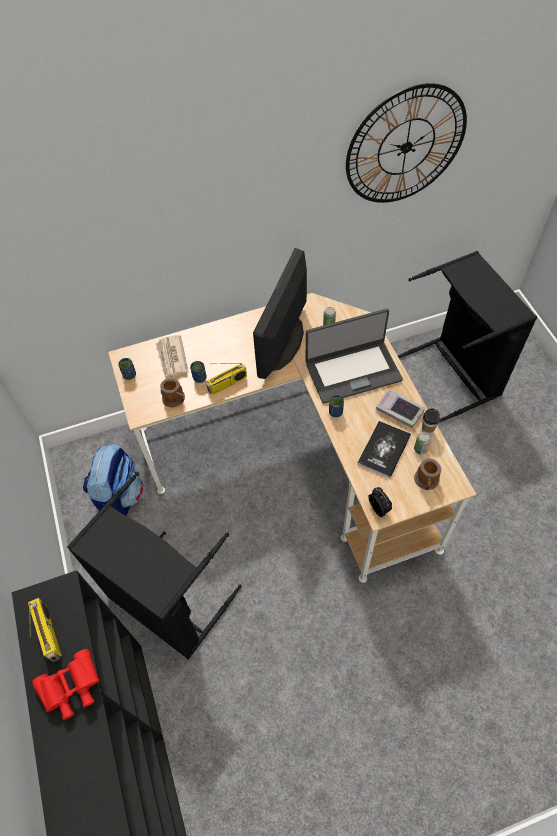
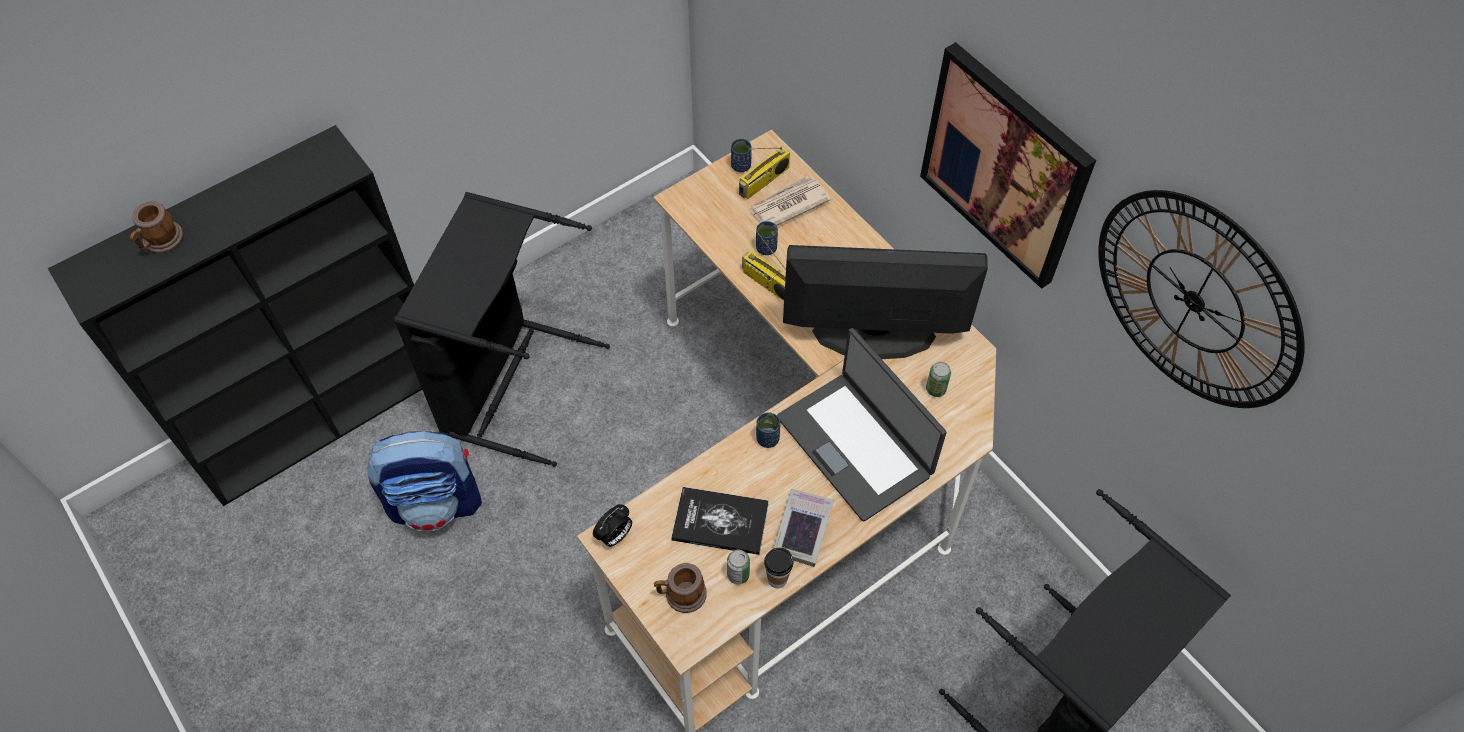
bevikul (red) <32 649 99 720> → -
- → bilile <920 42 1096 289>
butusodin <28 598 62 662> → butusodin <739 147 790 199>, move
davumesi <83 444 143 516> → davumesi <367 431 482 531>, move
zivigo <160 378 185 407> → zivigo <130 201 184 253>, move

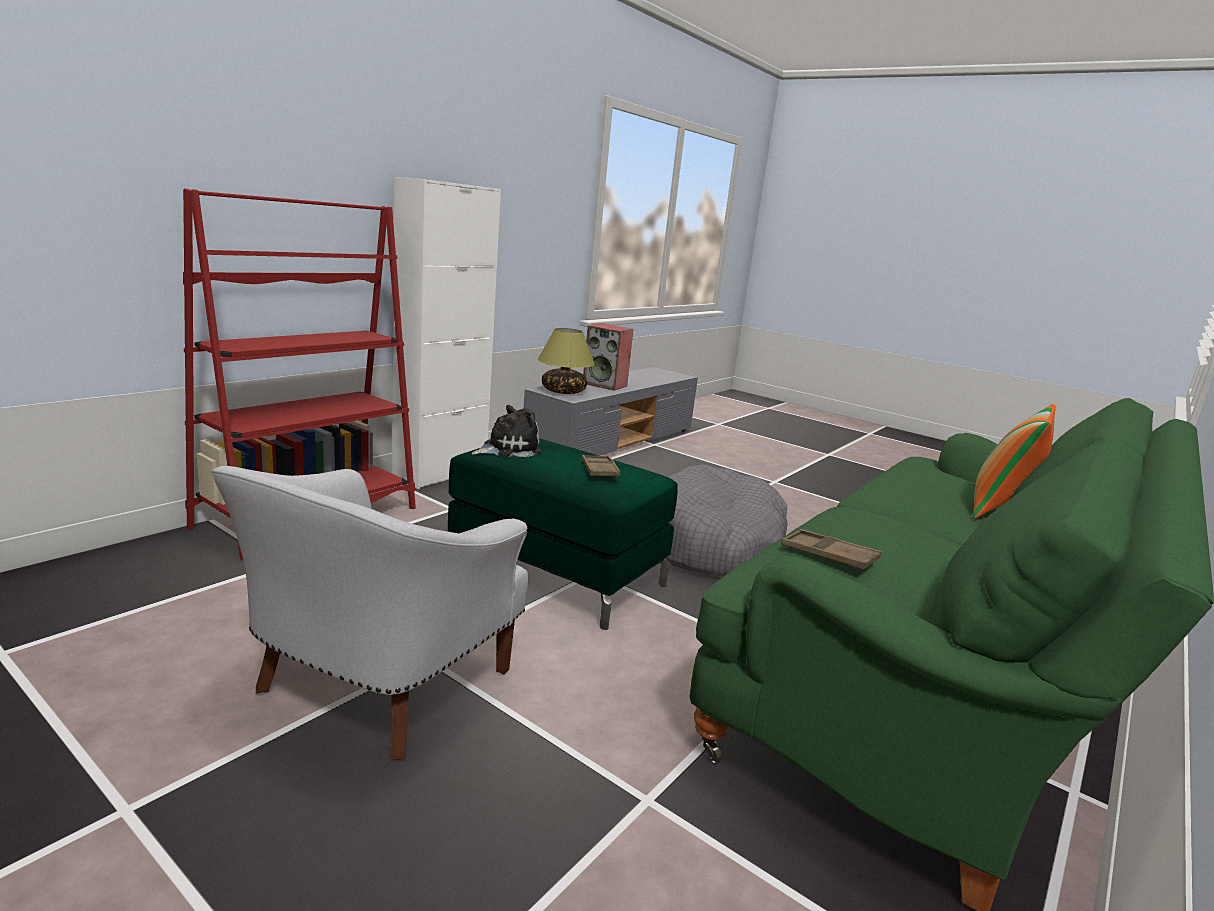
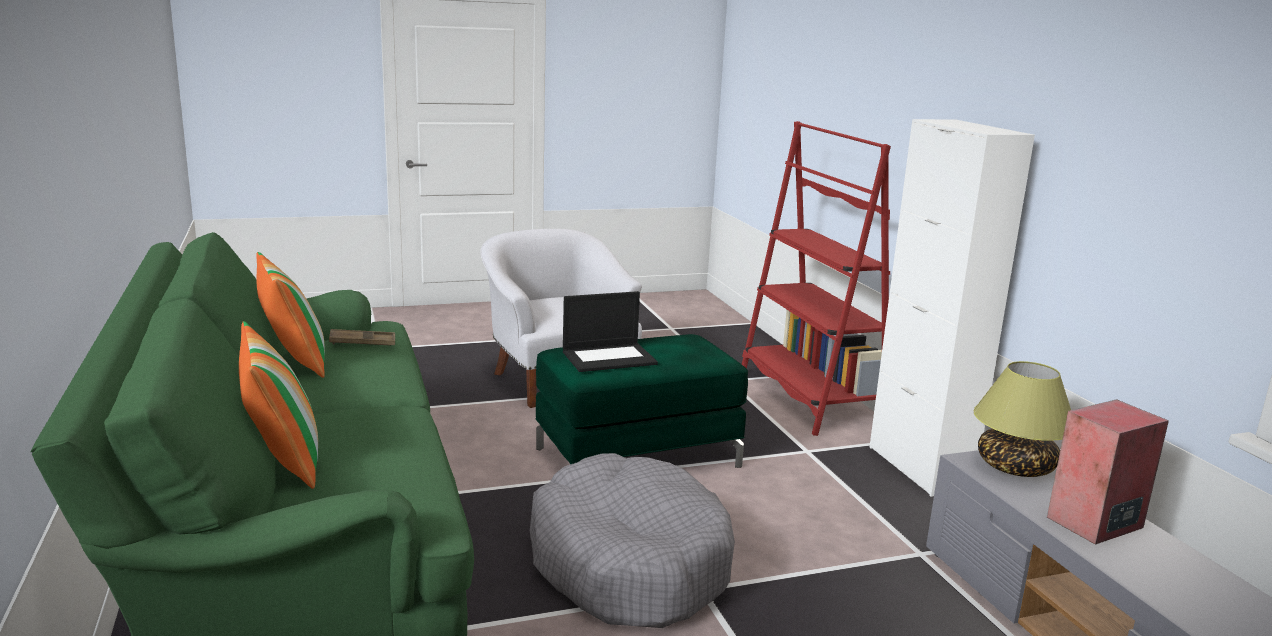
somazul <471 405 542 457> → -
- → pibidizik <256 252 325 378>
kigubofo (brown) <582 455 620 479> → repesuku <563 291 658 372>

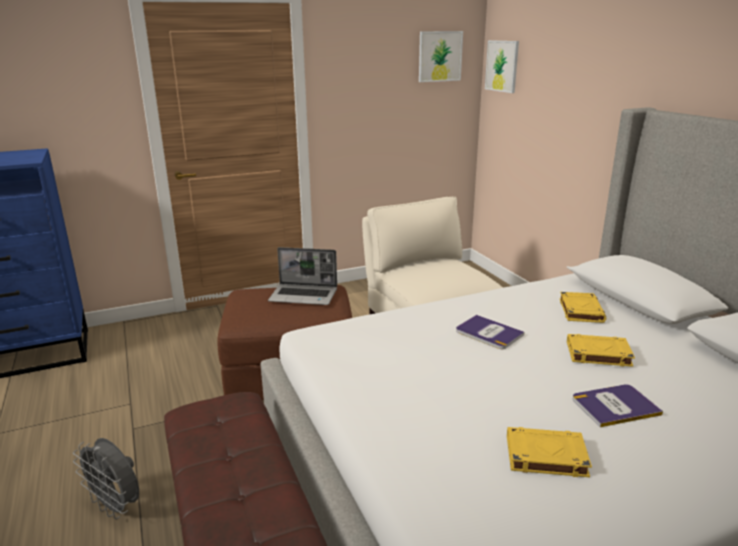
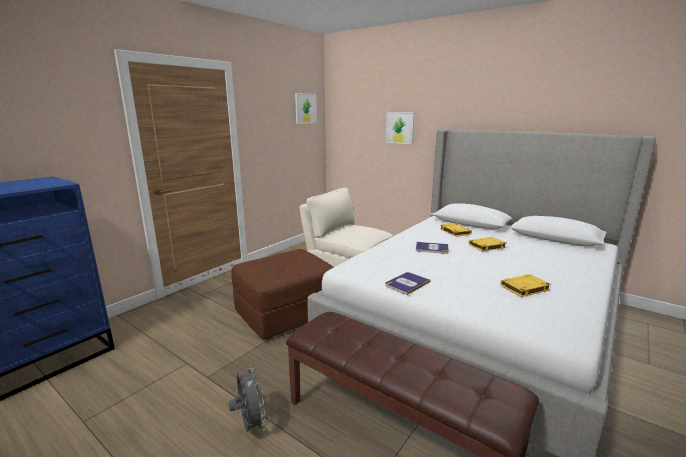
repesuku <268 247 337 305> → -
bilile <485 40 519 93> → bilile <385 112 415 144>, move
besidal <573 385 663 427> → besidal <385 272 430 295>, move
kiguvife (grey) <73 438 139 519> → kiguvife (grey) <228 365 266 433>, 120 degrees counterclockwise

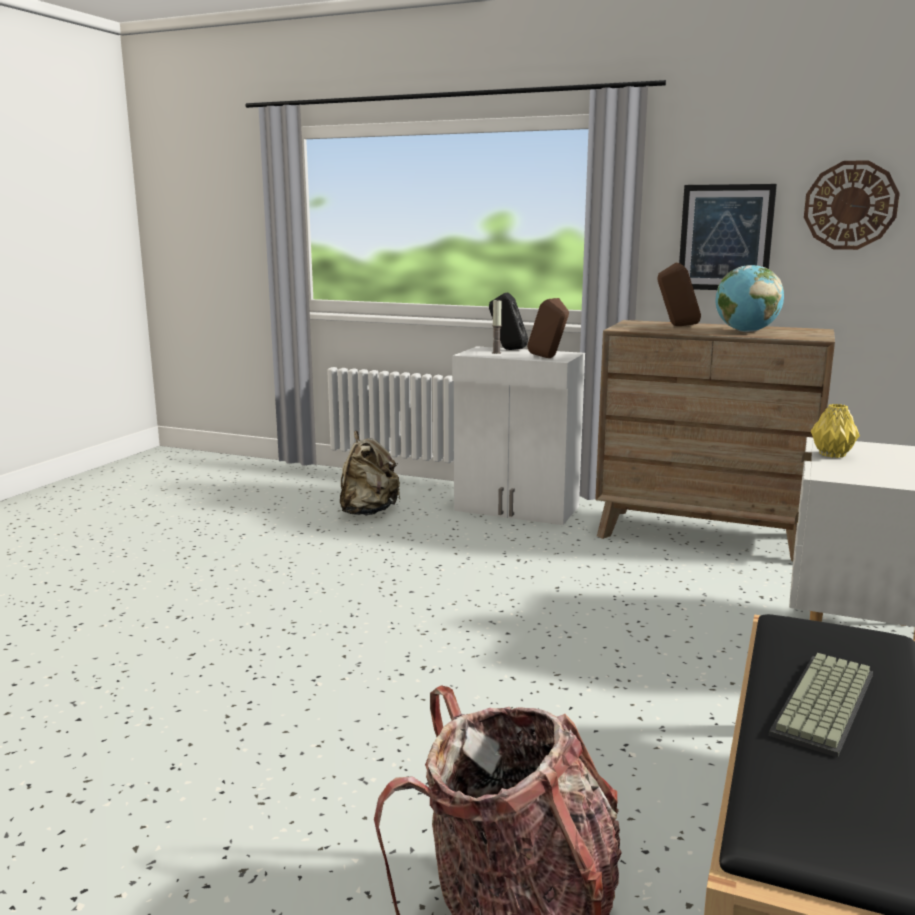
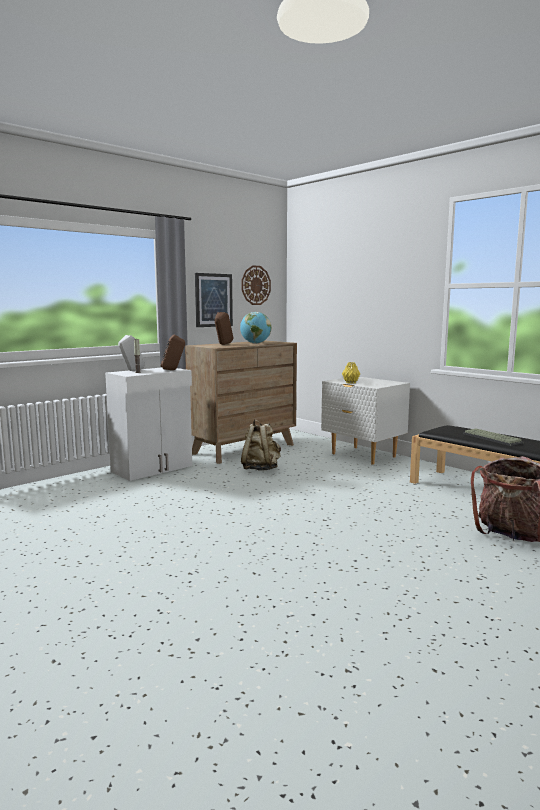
davumesi (beige) <340 431 400 516> → davumesi (beige) <241 420 281 471>, move
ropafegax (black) <489 293 528 350> → ropafegax (white) <118 335 145 371>

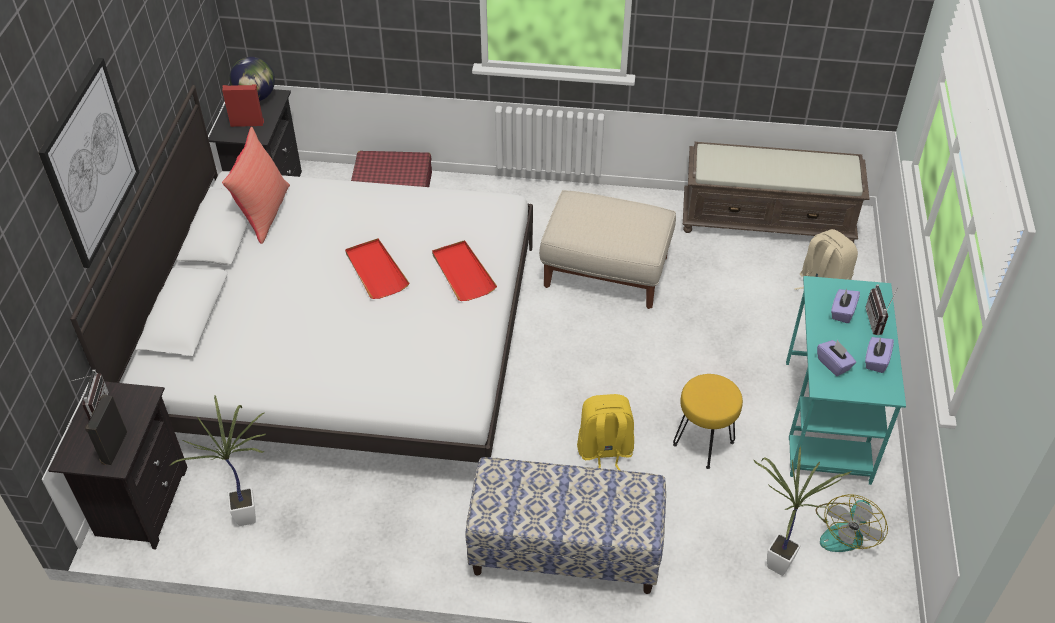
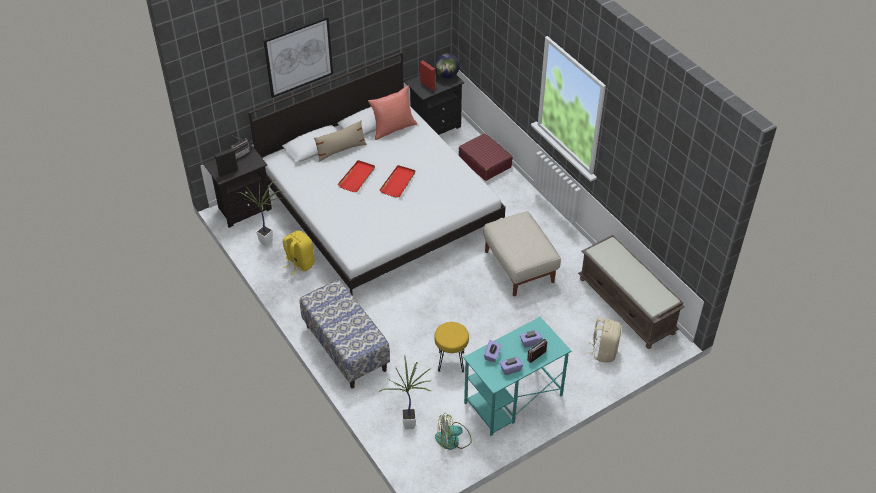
- → pibidizik (beige) <314 120 367 162>
kigubofo (red) <432 240 497 301> → kigubofo (red) <338 160 375 192>, move
davumesi (yellow) <577 394 634 470> → davumesi (yellow) <283 230 315 275>, move

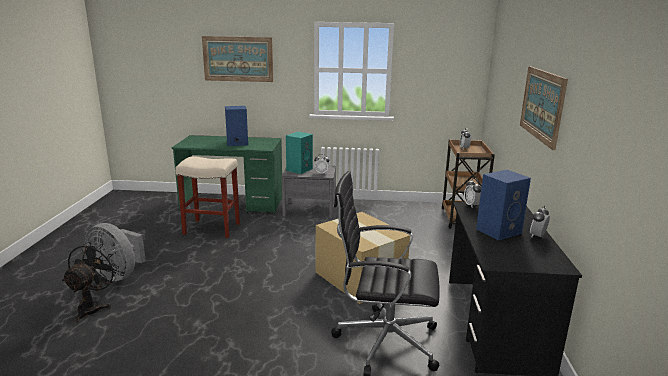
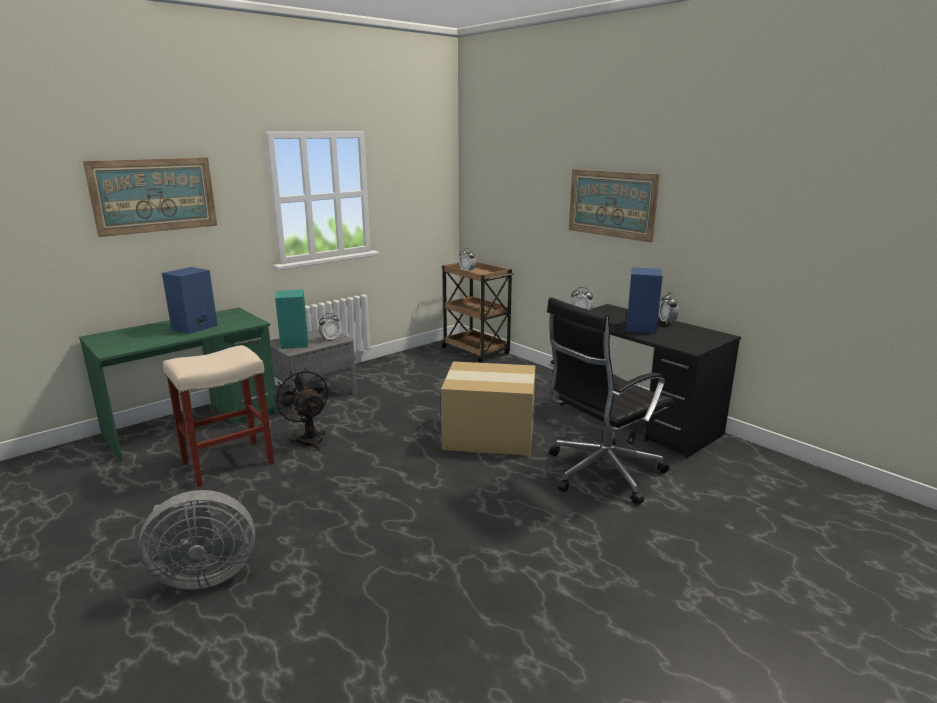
kiguvife (black) <62 242 119 322> → kiguvife (black) <273 369 328 451>, move

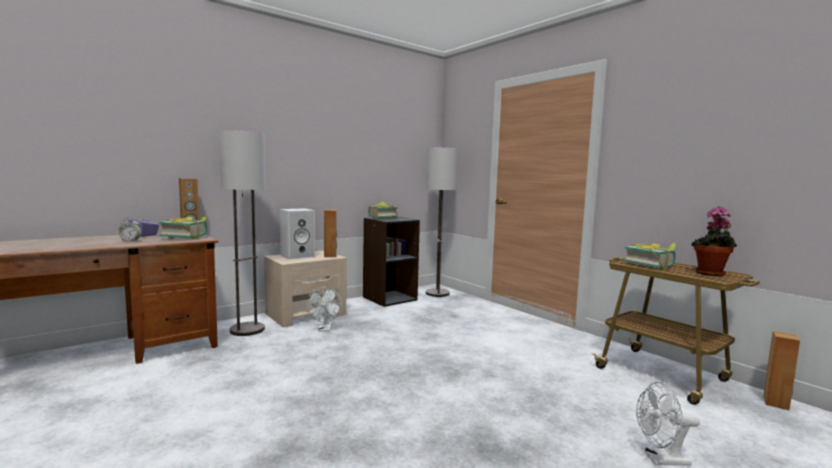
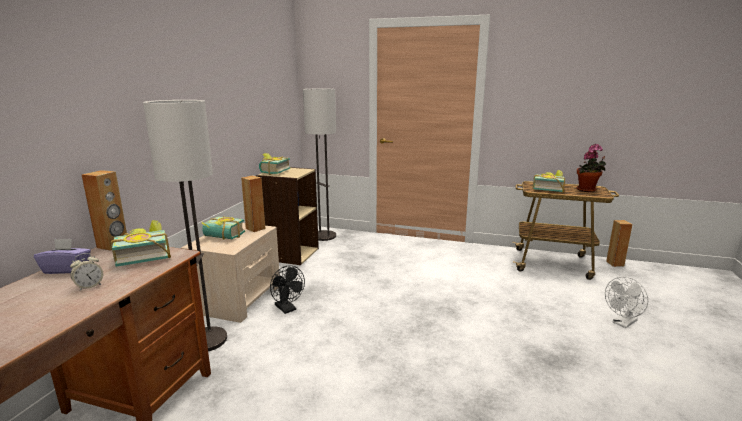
ropafegax (white) <280 209 315 260> → besidal <201 216 245 239>
kiguvife (white) <306 287 342 332> → kiguvife (black) <270 266 305 314>
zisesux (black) <363 217 420 307> → zisesux (beige) <256 167 319 265>

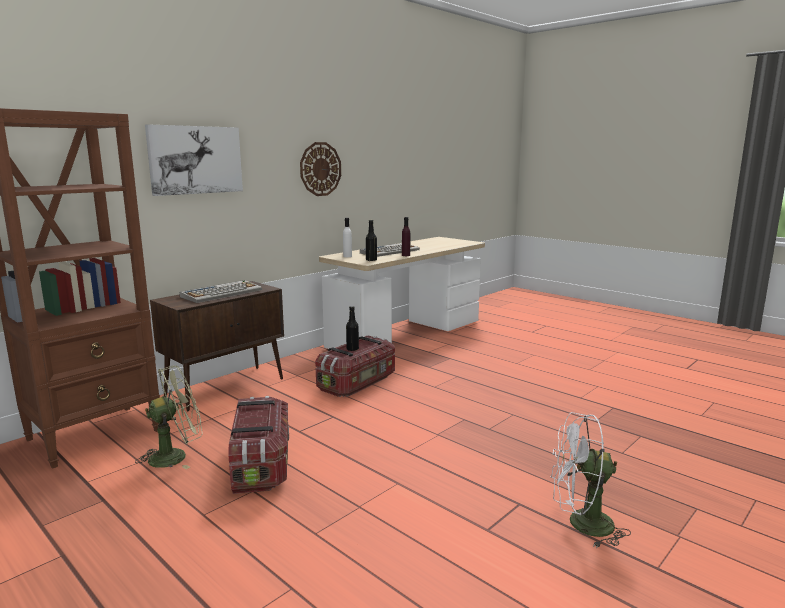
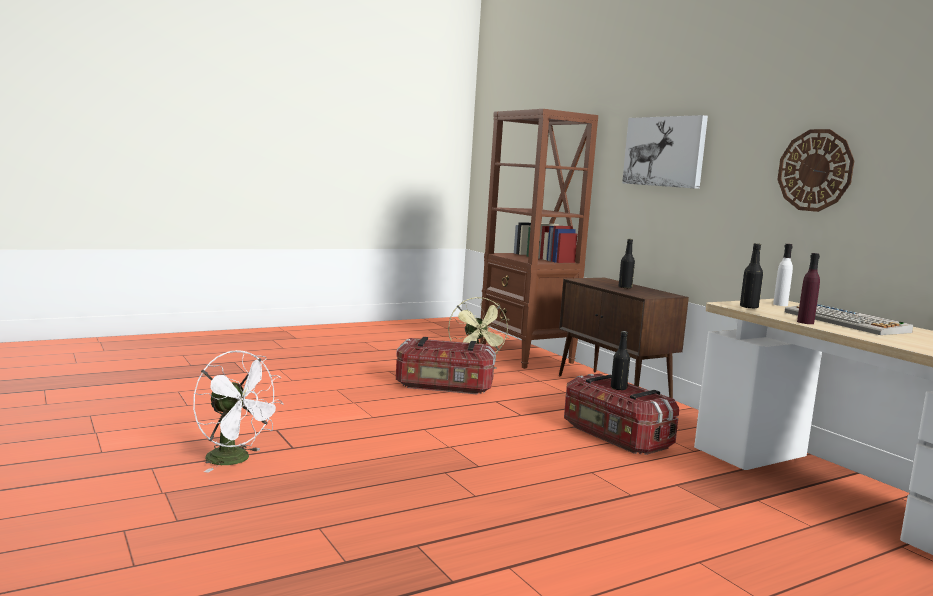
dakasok <180 280 262 303> → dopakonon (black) <619 239 635 289>
kiguvife (white) <551 412 631 548> → kiguvife (white) <193 350 284 473>, 105 degrees clockwise

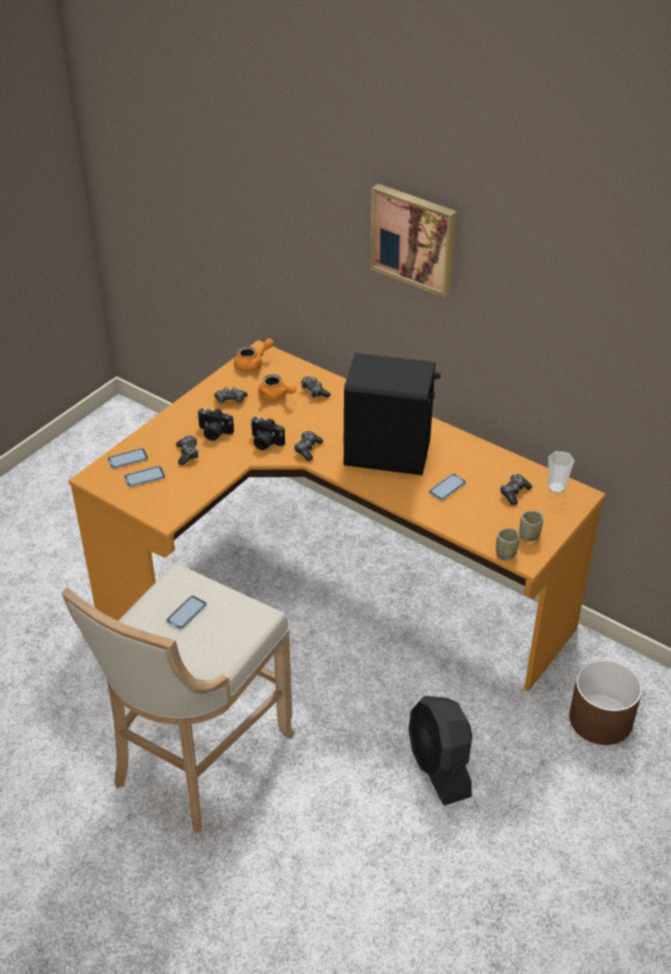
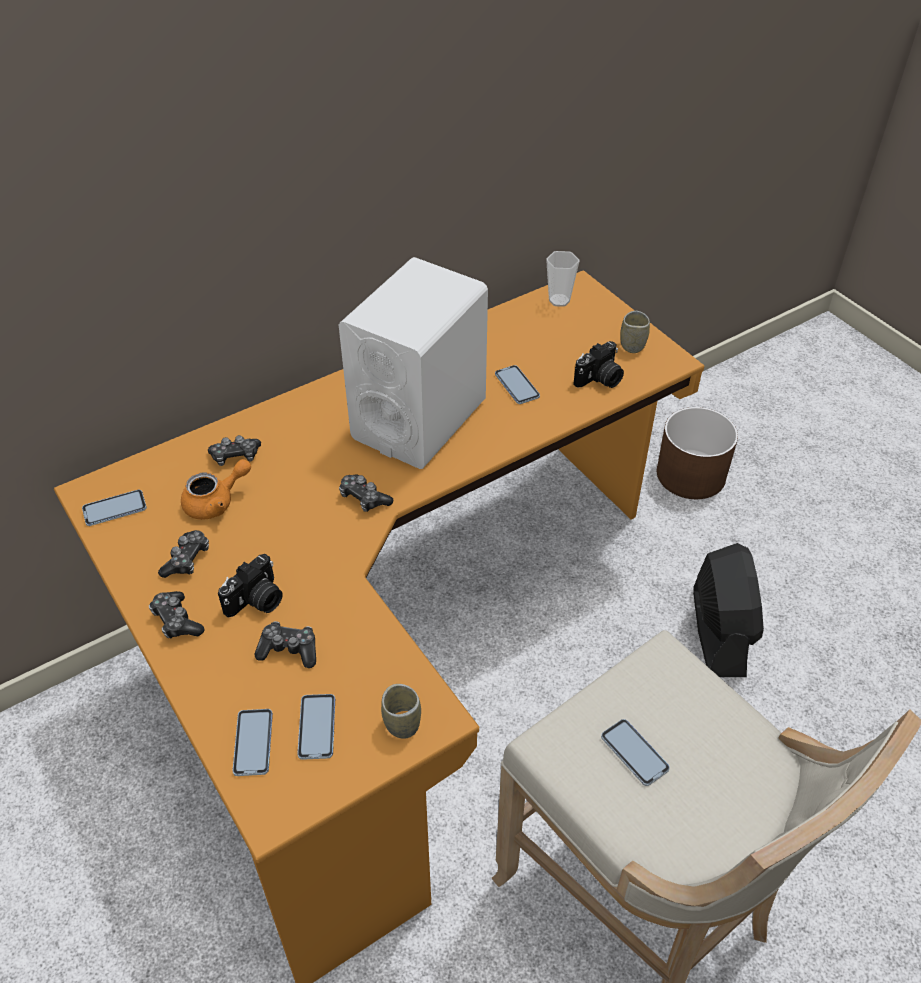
bilile <370 184 457 298> → -
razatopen <250 417 285 450> → razatopen <573 341 624 388>, move
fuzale <496 528 519 560> → fuzale <381 684 421 739>, move
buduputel <500 474 532 505> → buduputel <149 591 204 638>, move
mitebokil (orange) <234 338 274 372> → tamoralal <82 490 147 526>
ropafegax (black) <343 353 441 475> → ropafegax (white) <339 257 488 469>
kiguvife (black) <409 696 472 806> → kiguvife (black) <693 543 764 677>, 90 degrees counterclockwise

